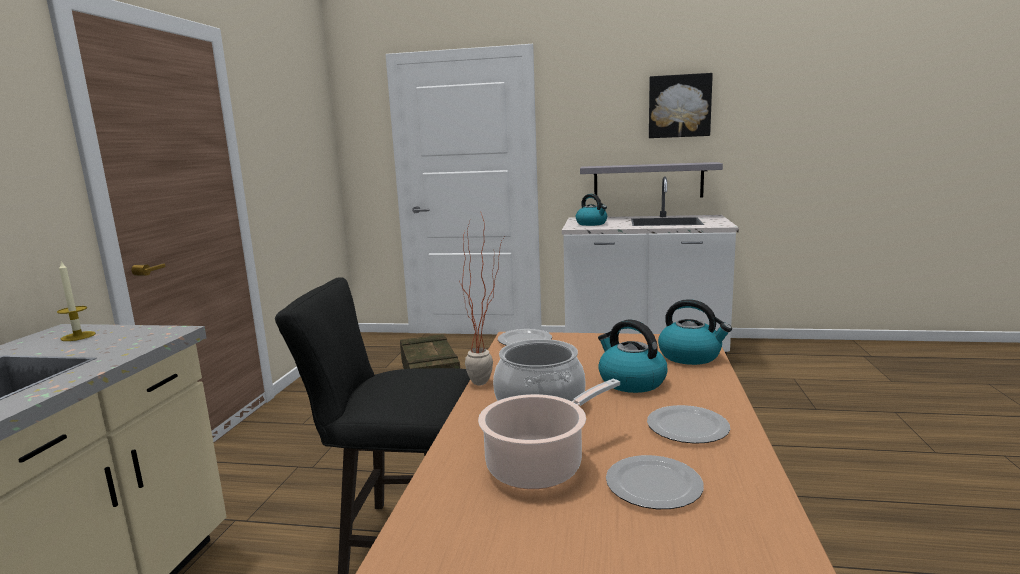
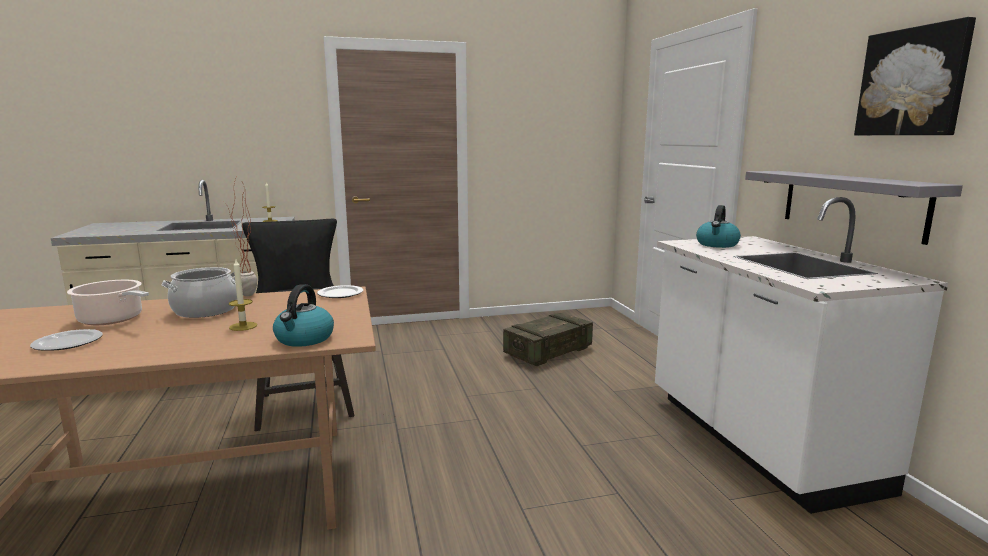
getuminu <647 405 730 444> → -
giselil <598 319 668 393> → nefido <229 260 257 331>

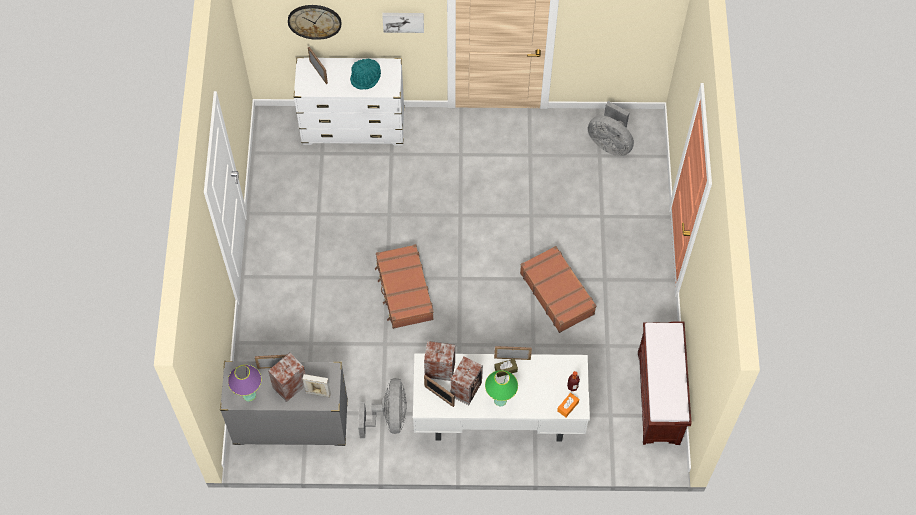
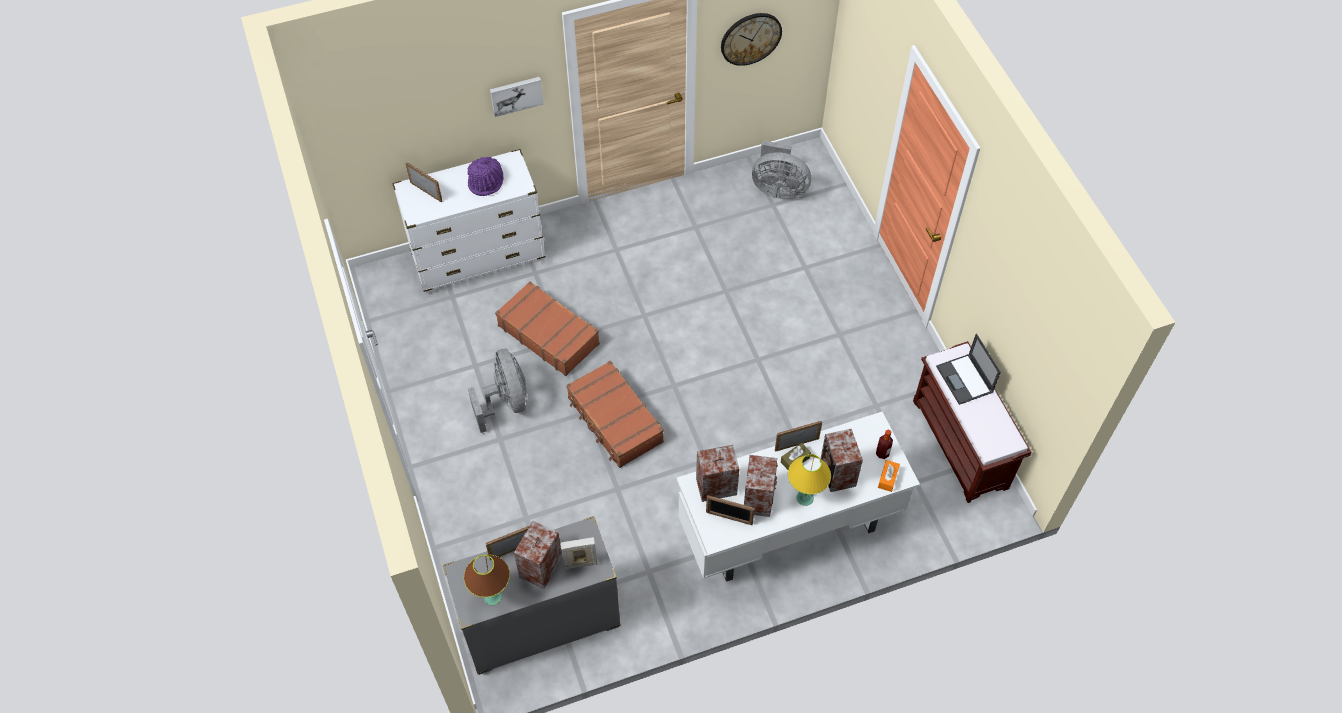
- → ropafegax <820 429 863 492>
- → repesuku <936 334 1001 405>
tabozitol <288 5 341 40> → tabozitol <721 13 782 66>, move
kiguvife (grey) <358 378 407 438> → kiguvife (grey) <468 348 527 433>, move
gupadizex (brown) <520 246 597 333> → gupadizex (brown) <495 281 600 376>, move
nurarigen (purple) <228 365 261 401> → nurarigen (brown) <464 555 510 605>
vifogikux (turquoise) <350 59 381 89> → vifogikux (purple) <468 157 504 196>
nurarigen (green) <485 370 518 406> → nurarigen (yellow) <788 454 831 506>

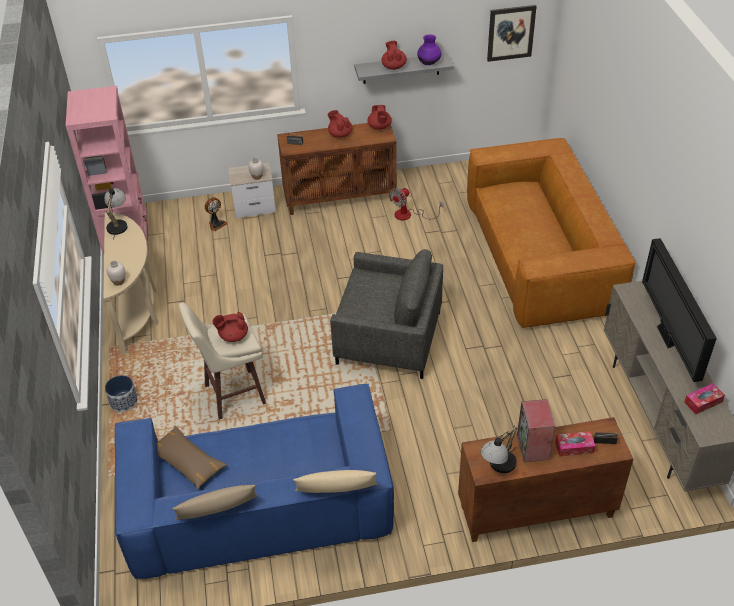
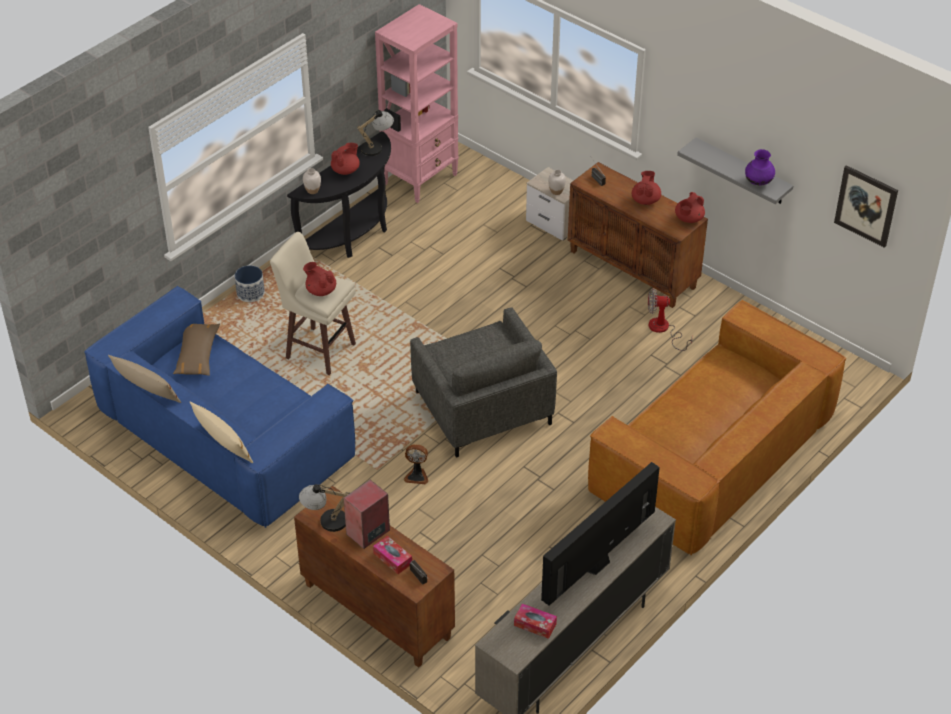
kiguvife <205 197 227 231> → kiguvife <404 444 428 484>, move
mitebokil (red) <382 41 407 70> → mitebokil (red) <331 143 360 175>, move
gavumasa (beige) <104 213 159 355> → gavumasa (black) <287 131 391 258>

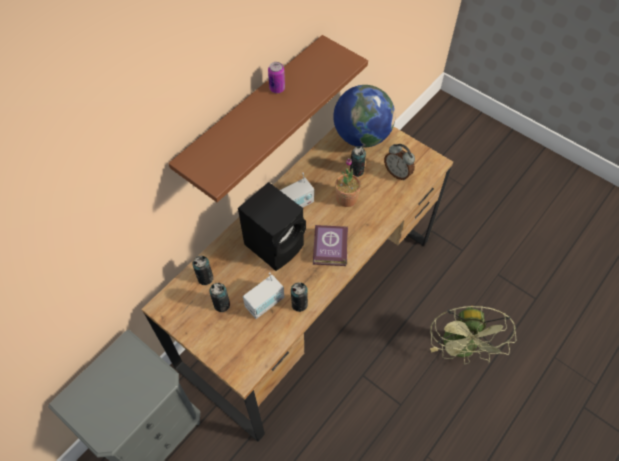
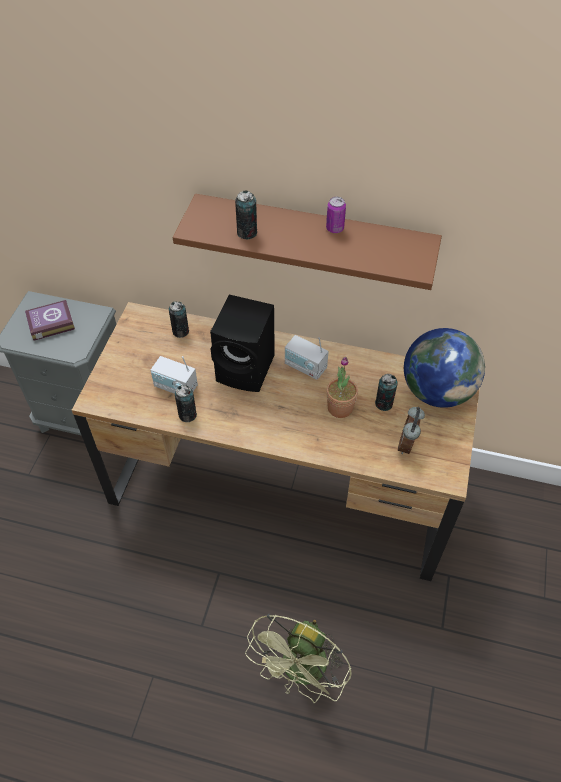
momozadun <209 283 230 312> → momozadun <235 191 257 239>, move
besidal <313 225 348 266> → besidal <25 300 75 341>, move
kiguvife (green) <430 305 516 364> → kiguvife (green) <245 614 352 703>, 45 degrees counterclockwise

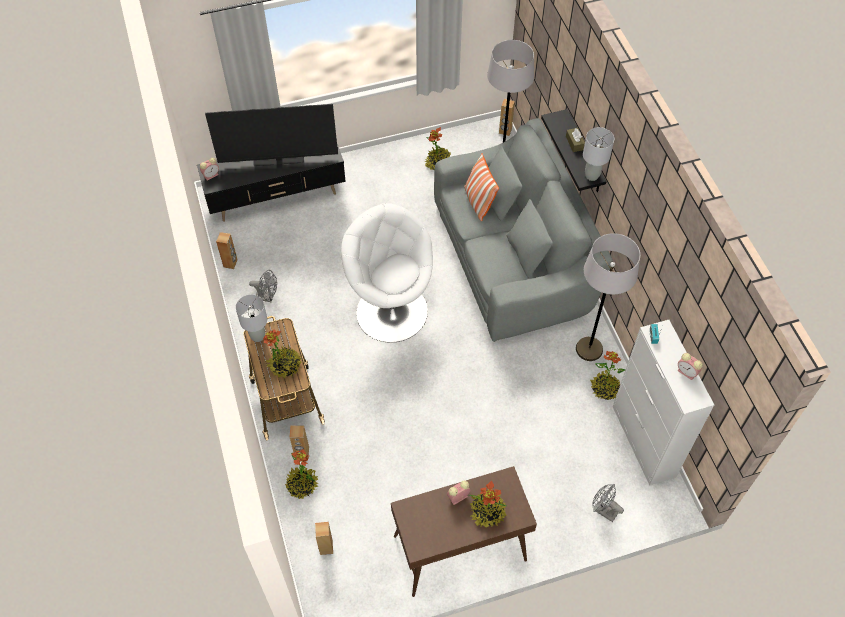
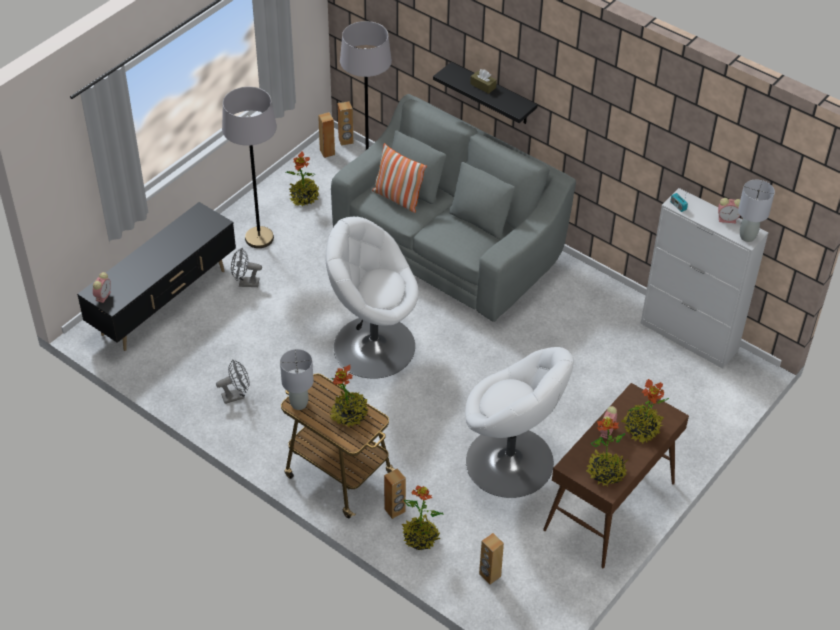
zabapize <205 104 338 166> → -
- → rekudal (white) <465 347 574 498>
ropafegax (brown) <216 232 238 269> → ropafegax (brown) <318 112 335 158>, move
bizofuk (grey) <576 233 640 361> → bizofuk (grey) <222 87 277 248>, move
nurarigen (grey) <583 127 614 181> → nurarigen (grey) <738 180 775 242>, move
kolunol <590 351 626 400> → kolunol <586 418 628 486>, move
kiguvife (grey) <592 484 624 522> → kiguvife (grey) <231 248 262 287>, move

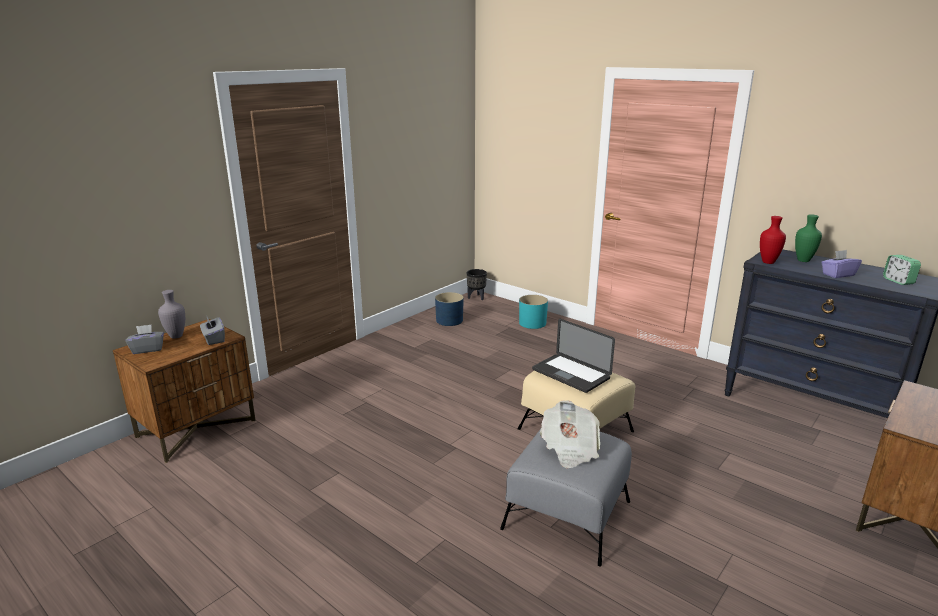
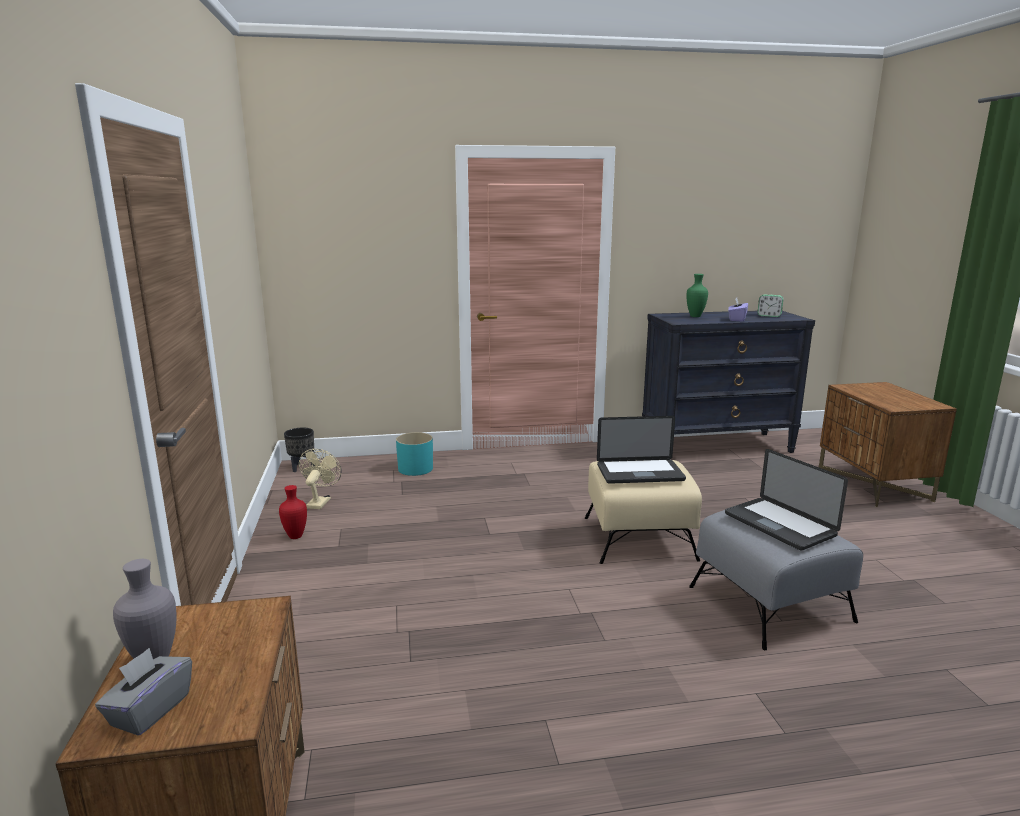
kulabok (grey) <200 315 225 345> → -
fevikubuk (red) <760 216 786 264> → fevikubuk (red) <279 485 307 539>, move
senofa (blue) <435 292 463 326> → kiguvife (beige) <299 449 341 509>
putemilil <540 400 600 468> → repesuku <725 449 848 551>

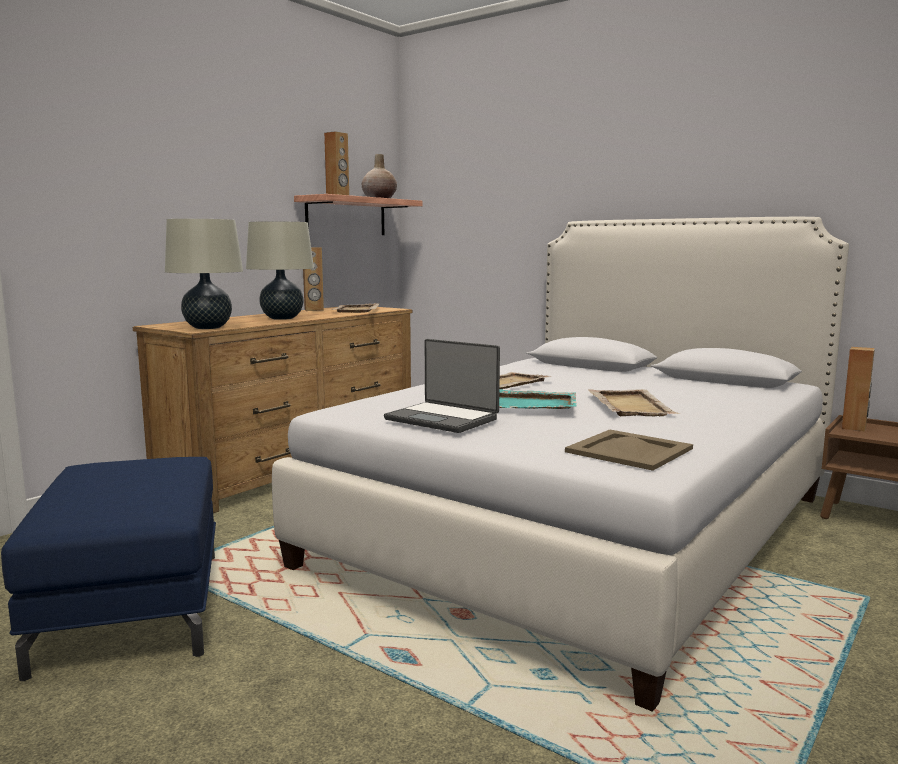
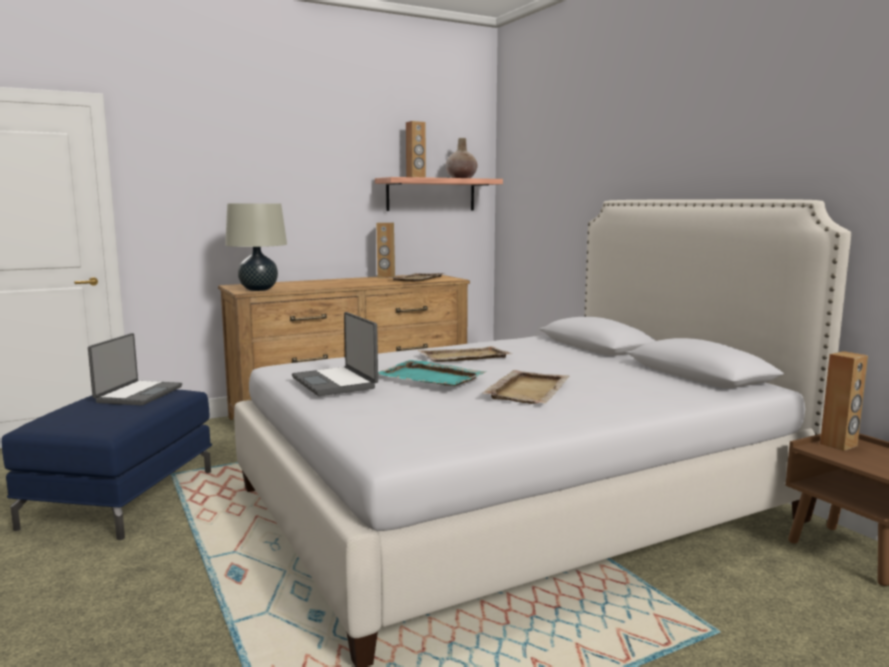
nurarigen (beige) <246 221 314 320> → -
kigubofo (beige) <565 430 693 471> → -
- → repesuku <88 333 182 405>

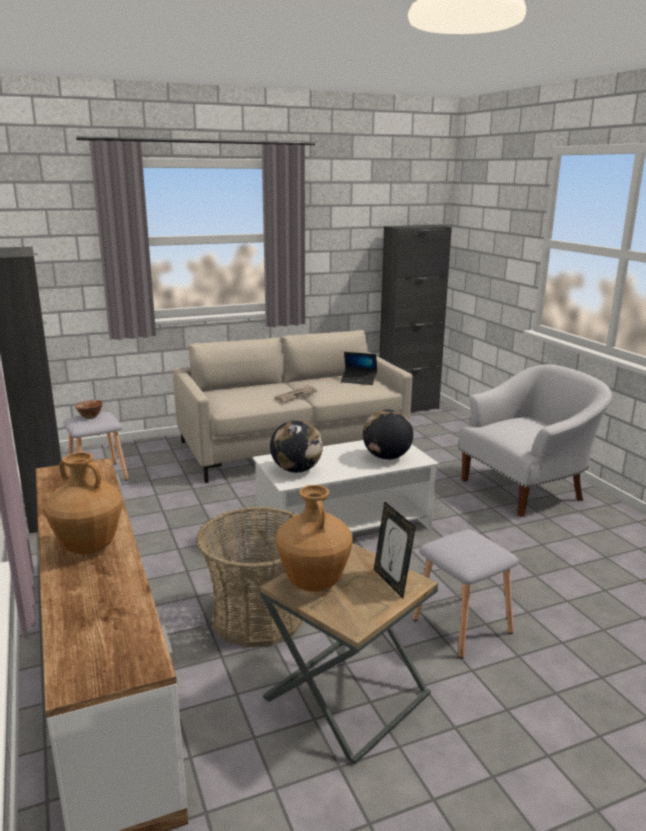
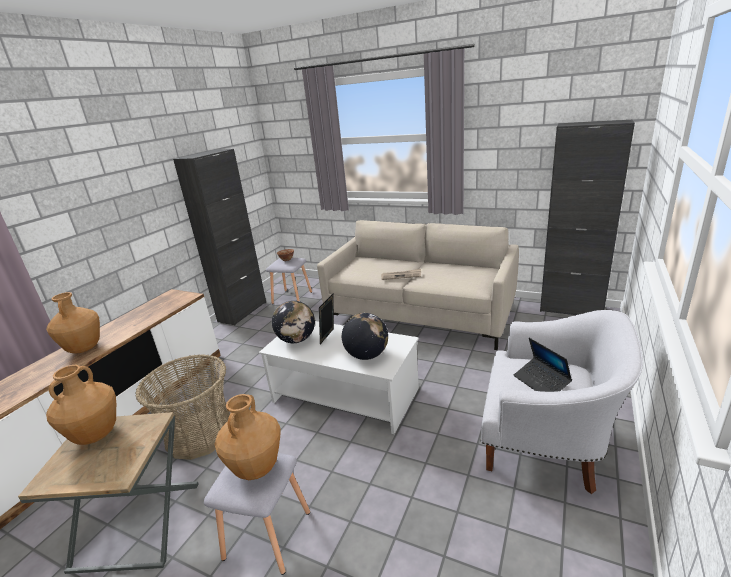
- → fevikubuk (brown) <214 394 281 480>
repesuku <341 352 377 385> → repesuku <514 338 572 392>, move
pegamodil <374 501 416 599> → pegamodil <319 294 334 344>, move

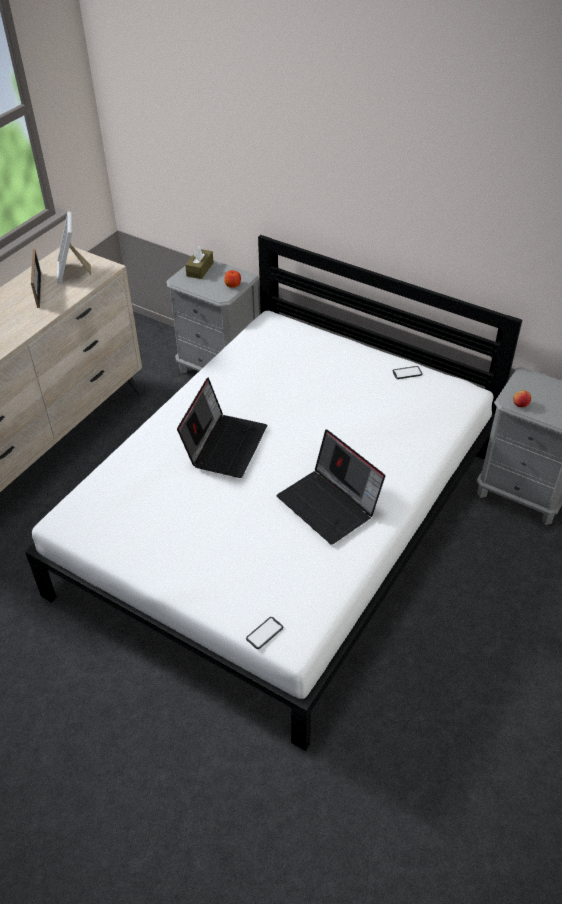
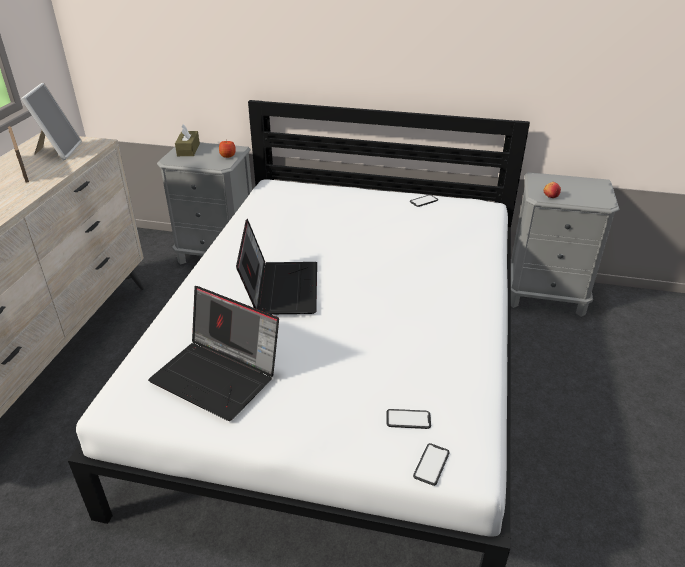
- → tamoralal <386 409 431 429>
repesuku <277 430 385 545> → repesuku <148 286 279 421>, move
pegamodil <57 212 91 284> → pegamodil <21 83 82 160>, 150 degrees counterclockwise

